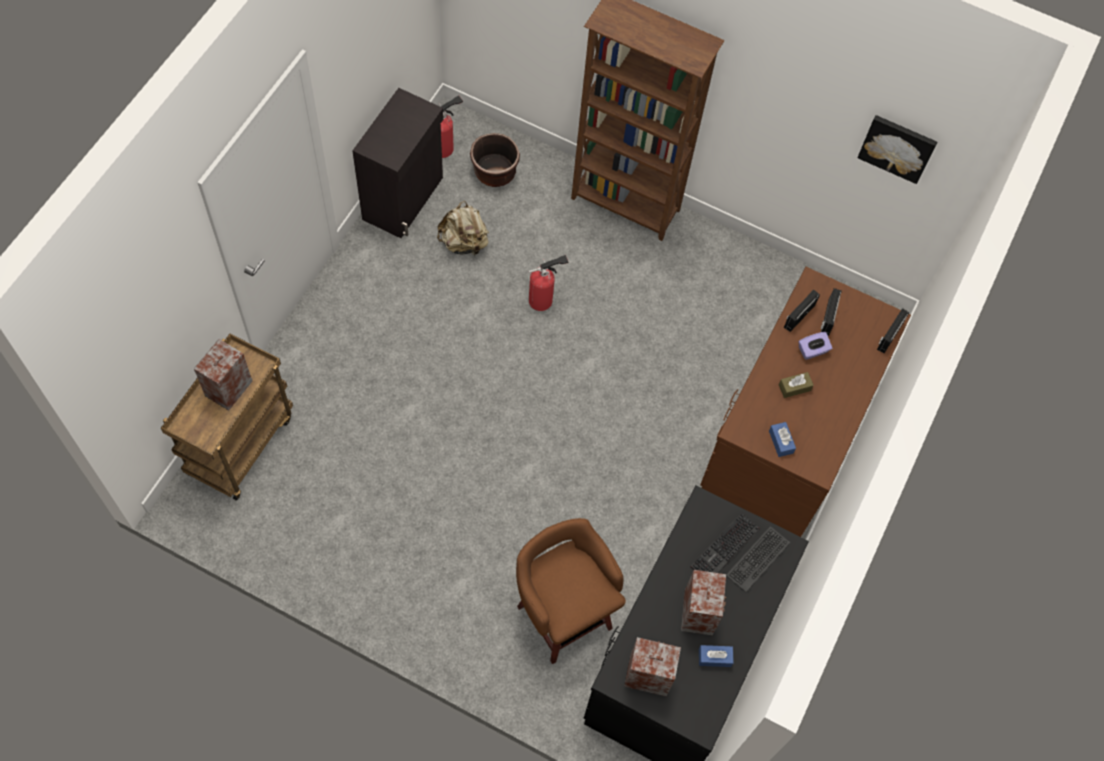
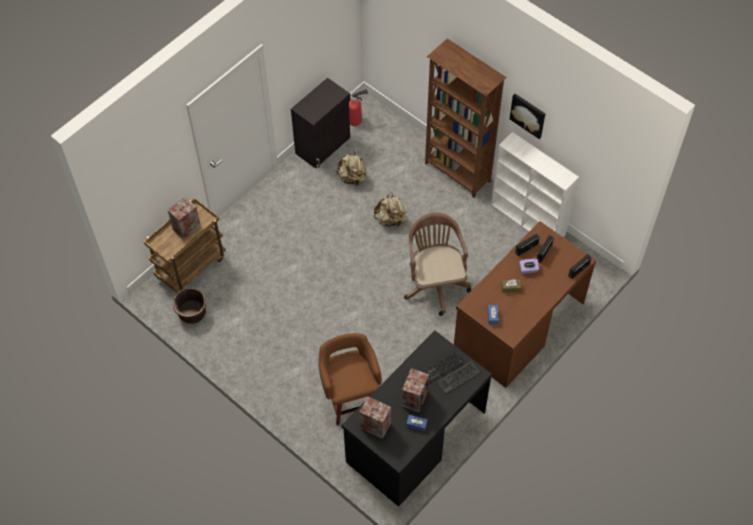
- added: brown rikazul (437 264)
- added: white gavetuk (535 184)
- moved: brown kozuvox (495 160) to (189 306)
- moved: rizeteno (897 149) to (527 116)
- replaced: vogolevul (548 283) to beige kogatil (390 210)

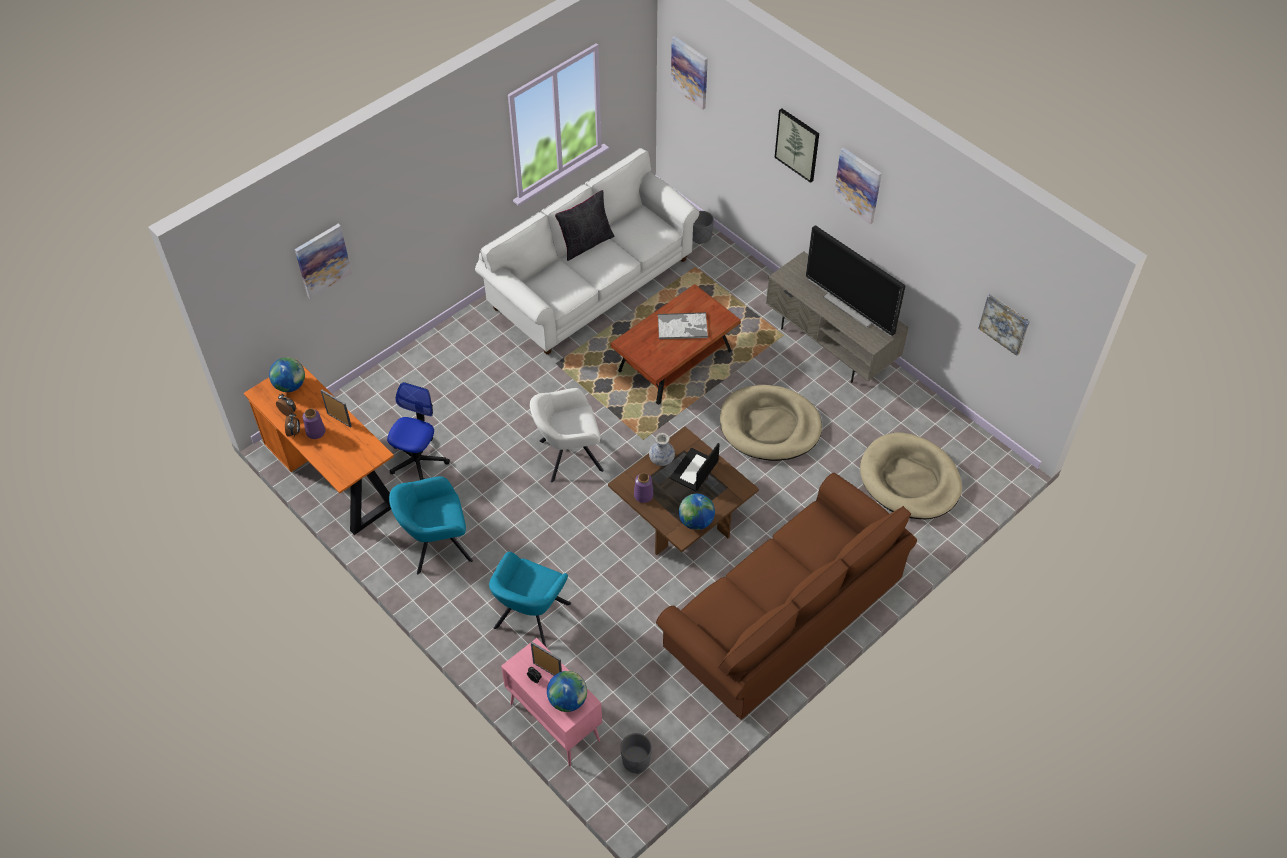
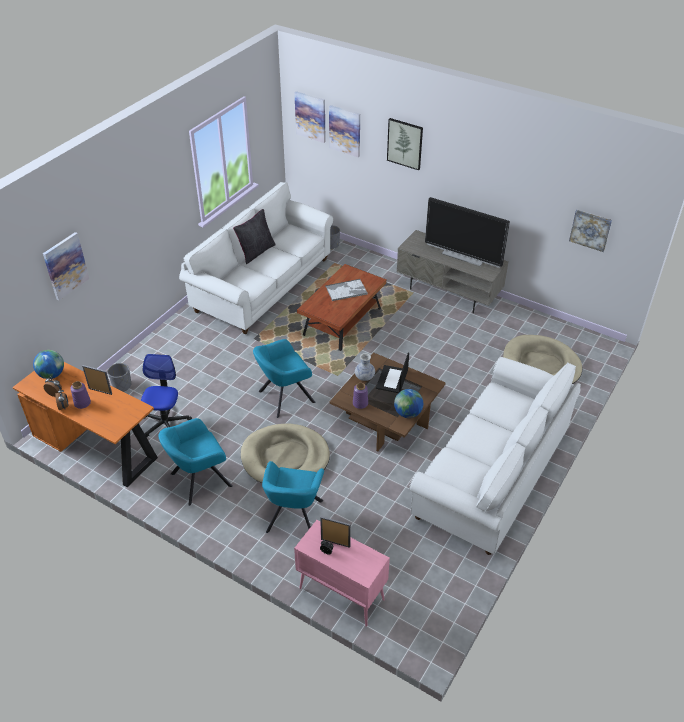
- removed: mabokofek (567 691)
- moved: grey kozuvox (636 753) to (119 377)
- moved: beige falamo (771 423) to (285 453)
- moved: rizeteno (857 185) to (344 131)
- recoloured: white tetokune (567 435) to turquoise tetokune (284 378)
- recoloured: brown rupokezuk (786 596) to white rupokezuk (495 456)

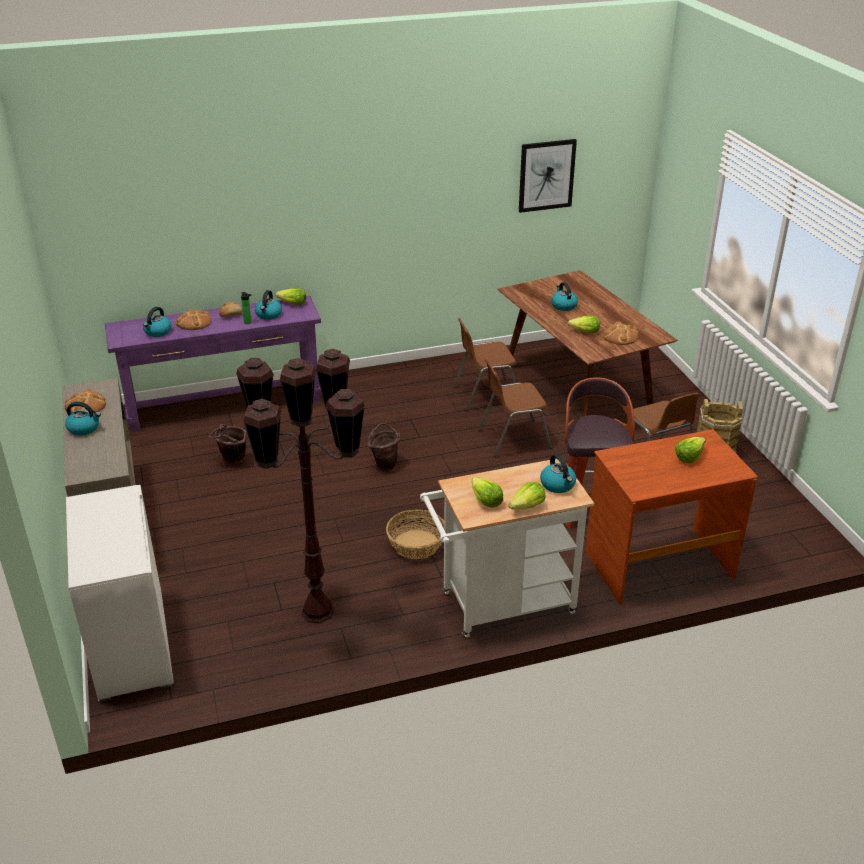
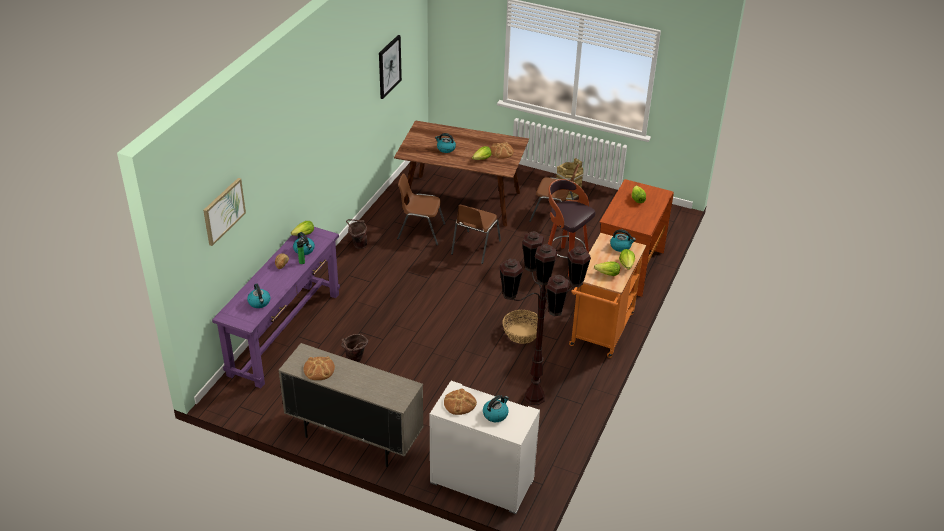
- added: rizeteno (224 212)
- moved: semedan (83 419) to (496 408)
- moved: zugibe (193 319) to (460 401)
- moved: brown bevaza (384 447) to (356 234)
- recoloured: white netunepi (507 548) to orange netunepi (607 295)
- turned: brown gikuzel (484 364) = (421 209) 75 degrees clockwise

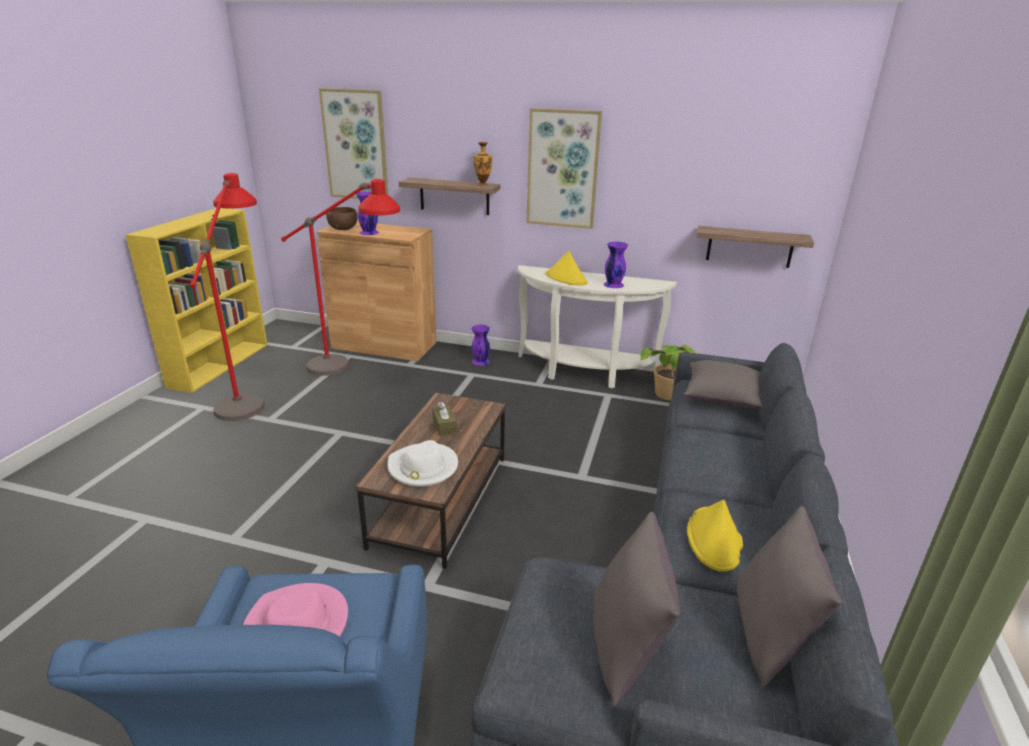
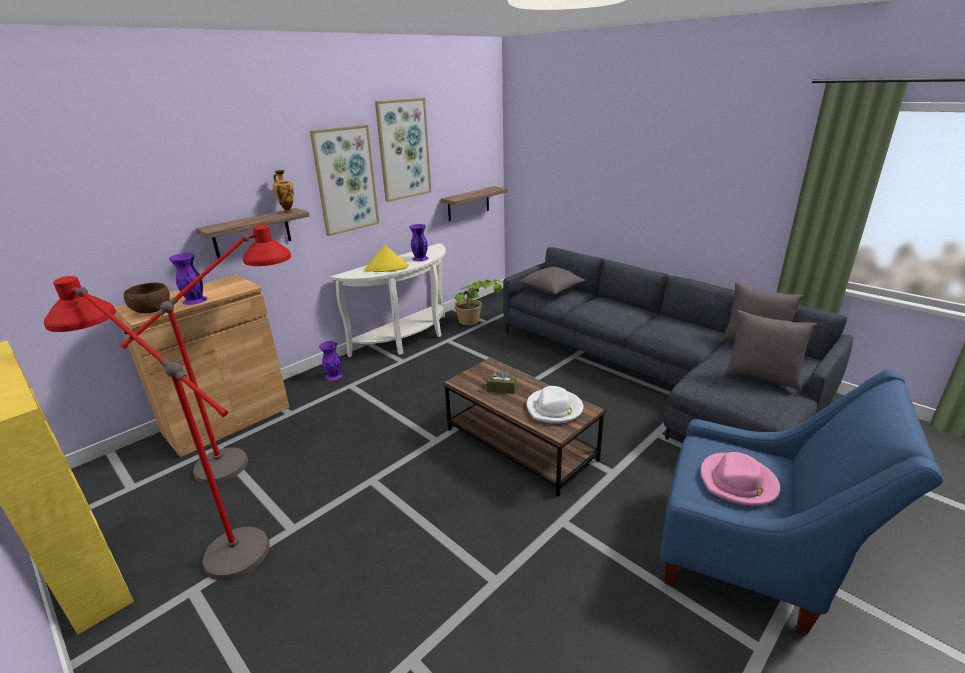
- removed: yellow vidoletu (715 535)
- moved: rizeteno (353 143) to (403 150)

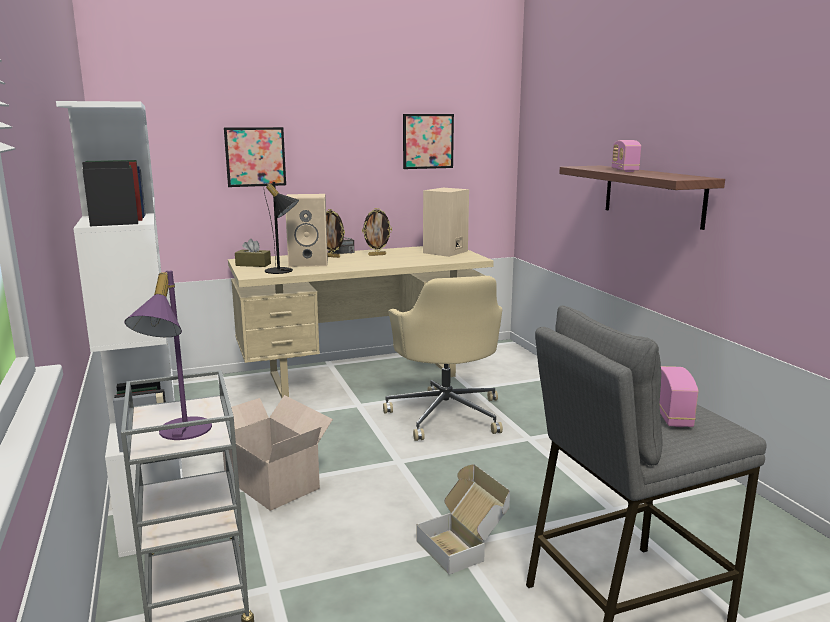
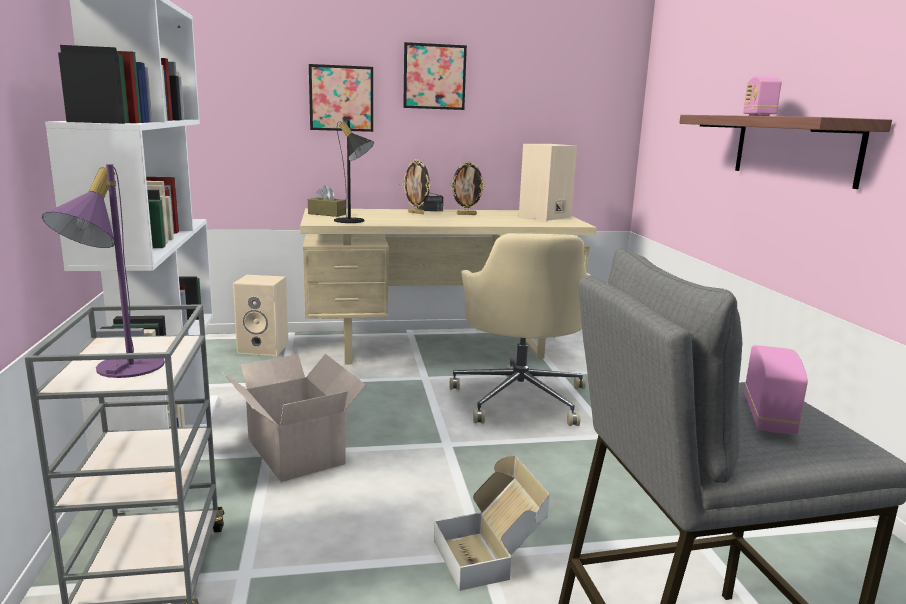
- moved: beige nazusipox (307 230) to (260 315)
- moved: rizeteno (428 141) to (435 76)

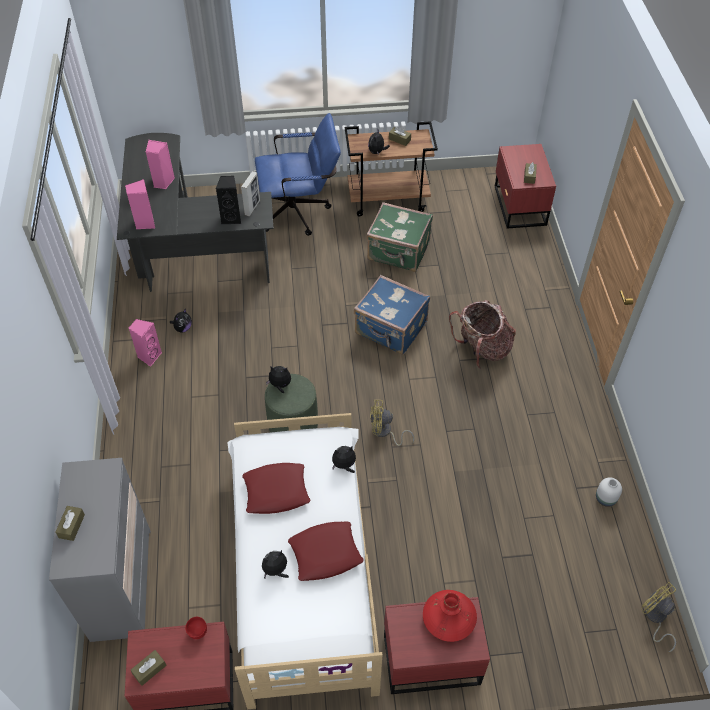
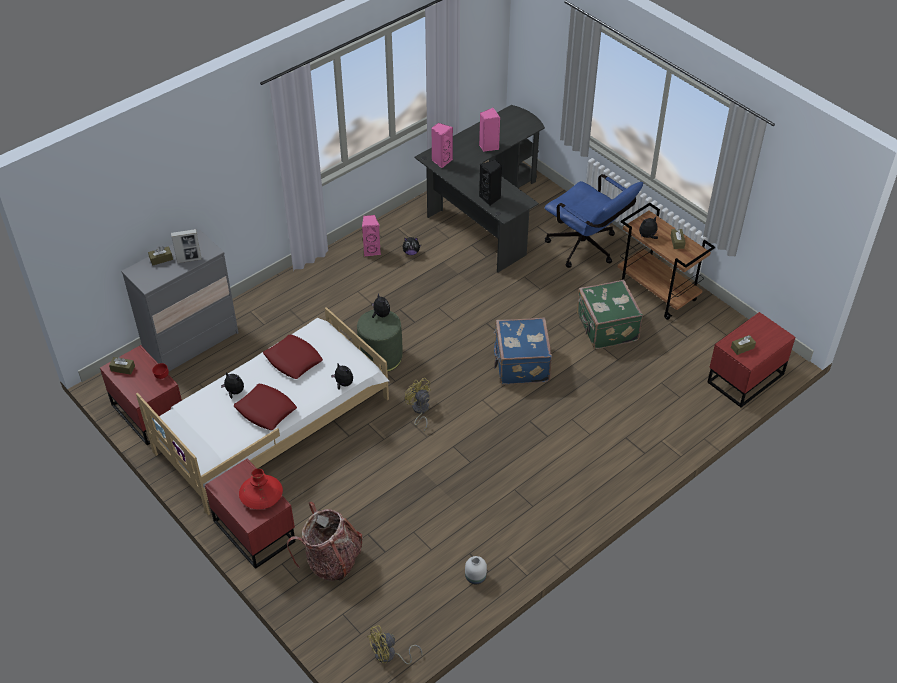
- moved: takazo (250 193) to (186 246)
- moved: kogatil (482 334) to (325 541)
- turned: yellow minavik (658 617) = (394 644) 135 degrees counterclockwise

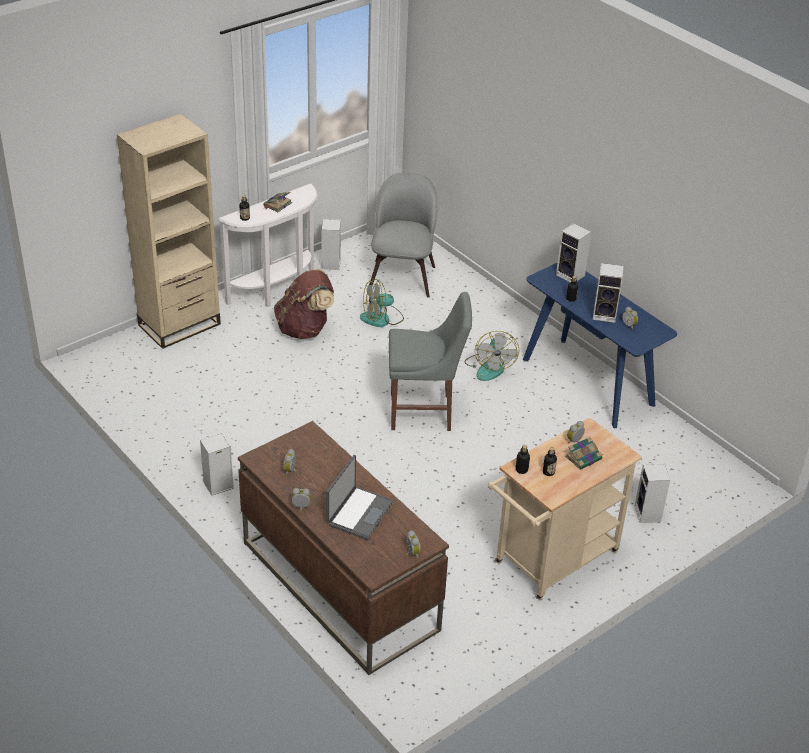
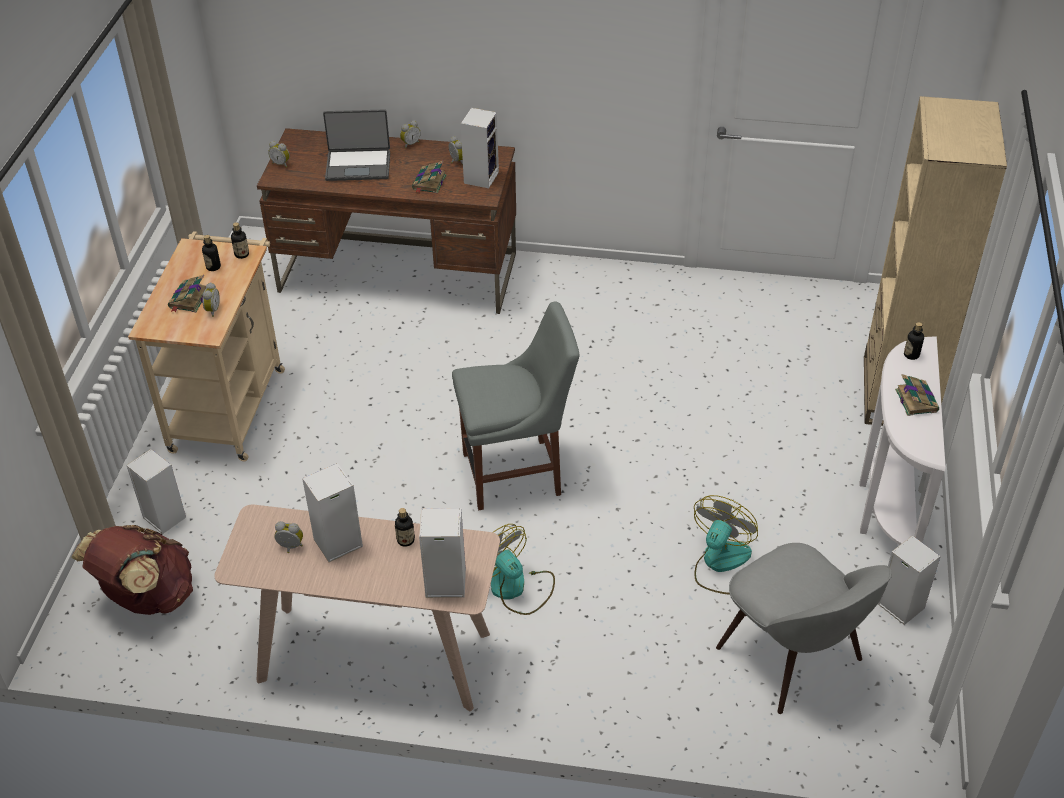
- added: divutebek (429 177)
- moved: nazusipox (217 464) to (480 148)
- moved: brown kogatil (304 304) to (132 570)
- recoloured: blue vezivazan (600 345) to beige vezivazan (357 608)
- turned: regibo (360 497) = (356 145) 75 degrees counterclockwise
- turned: grey gikuzel (430 361) = (516 406) 150 degrees counterclockwise

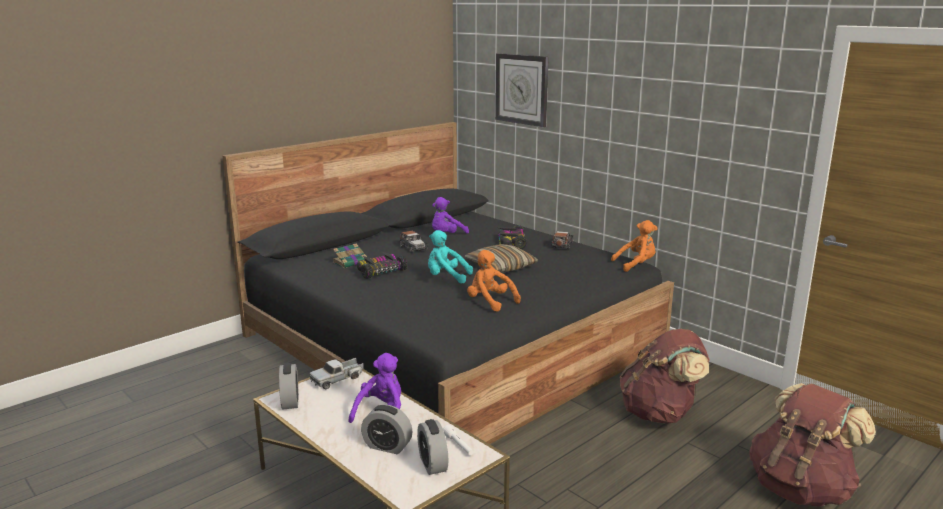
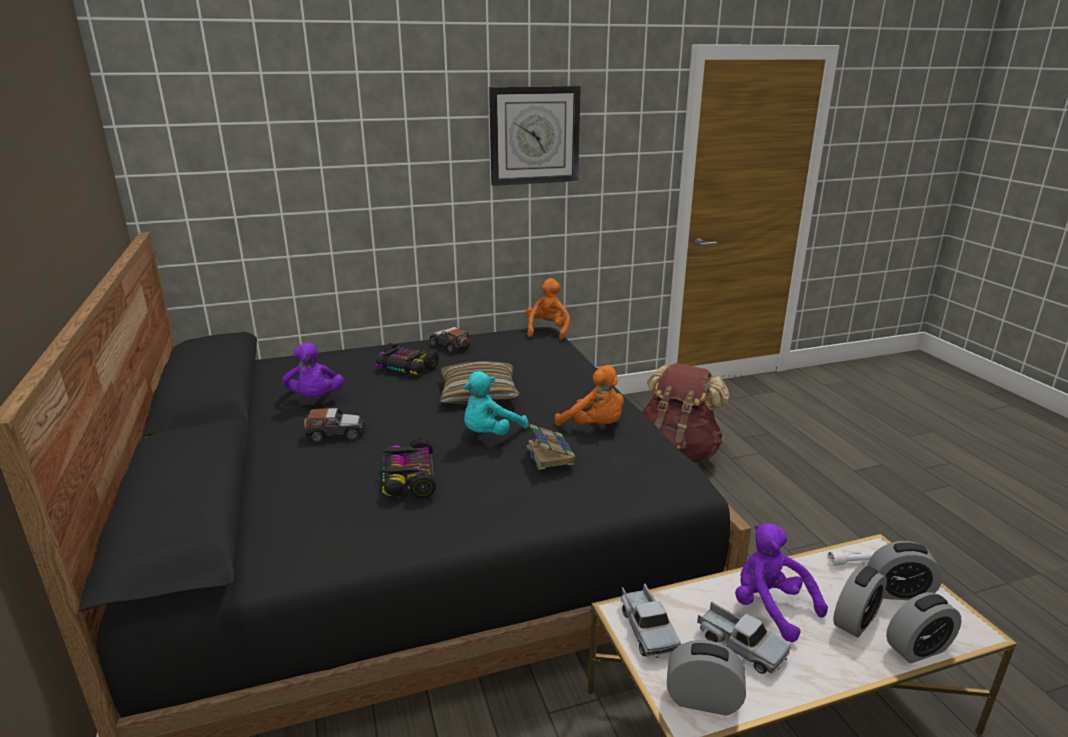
- removed: brown kogatil (812 445)
- added: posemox (744 638)
- added: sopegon (924 627)
- moved: divutebek (350 256) to (552 447)
- moved: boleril (522 90) to (535 136)
- turned: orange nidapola (494 281) = (589 395) 120 degrees counterclockwise

